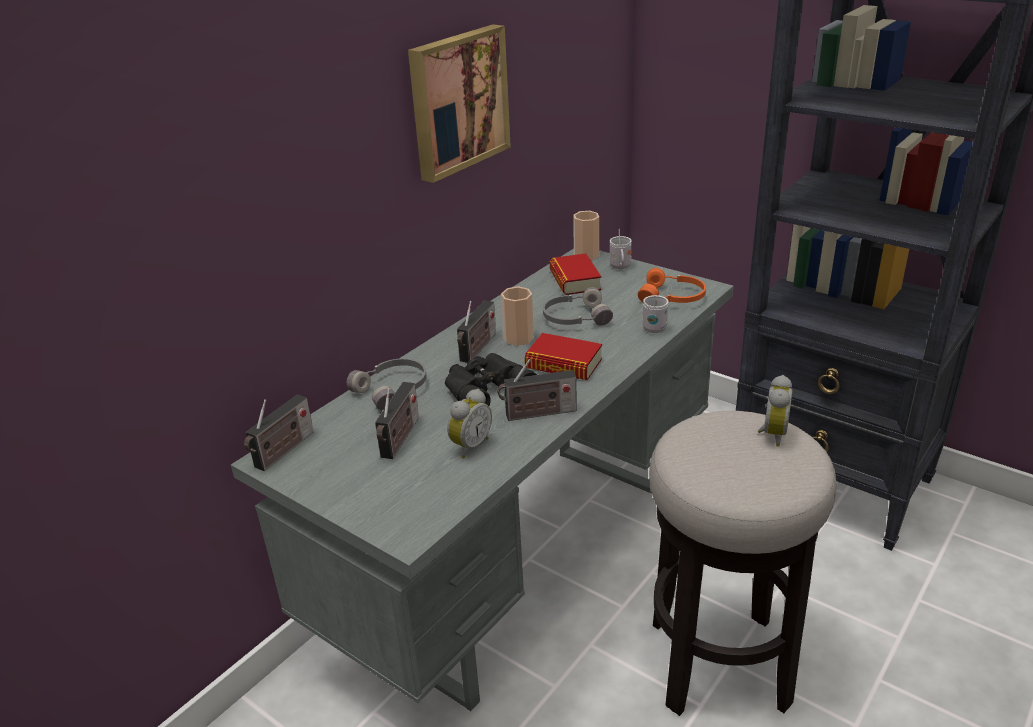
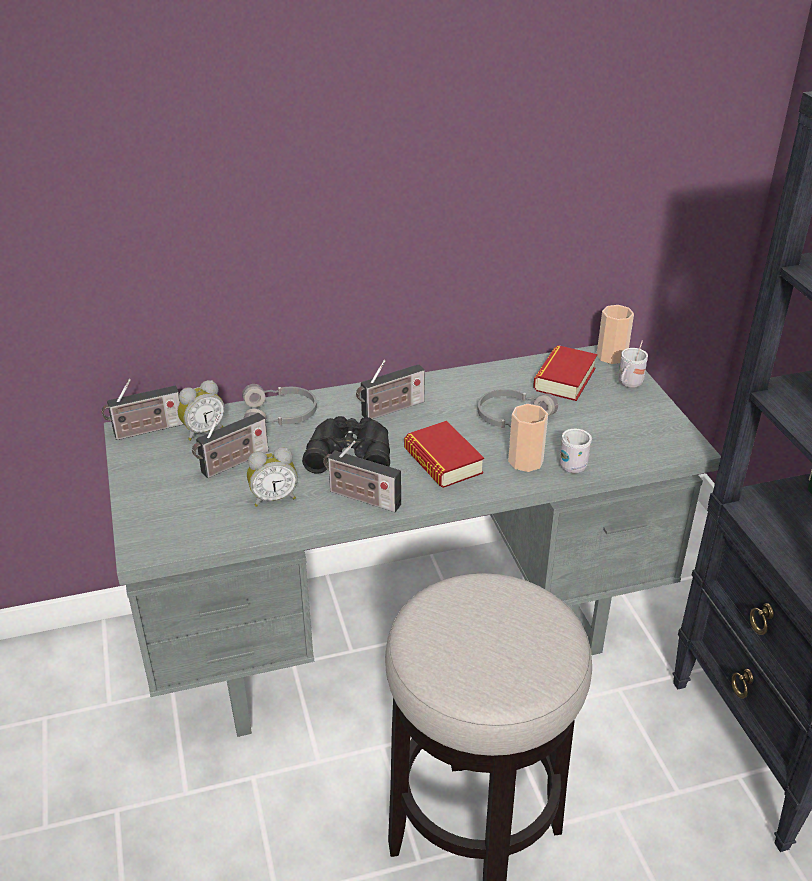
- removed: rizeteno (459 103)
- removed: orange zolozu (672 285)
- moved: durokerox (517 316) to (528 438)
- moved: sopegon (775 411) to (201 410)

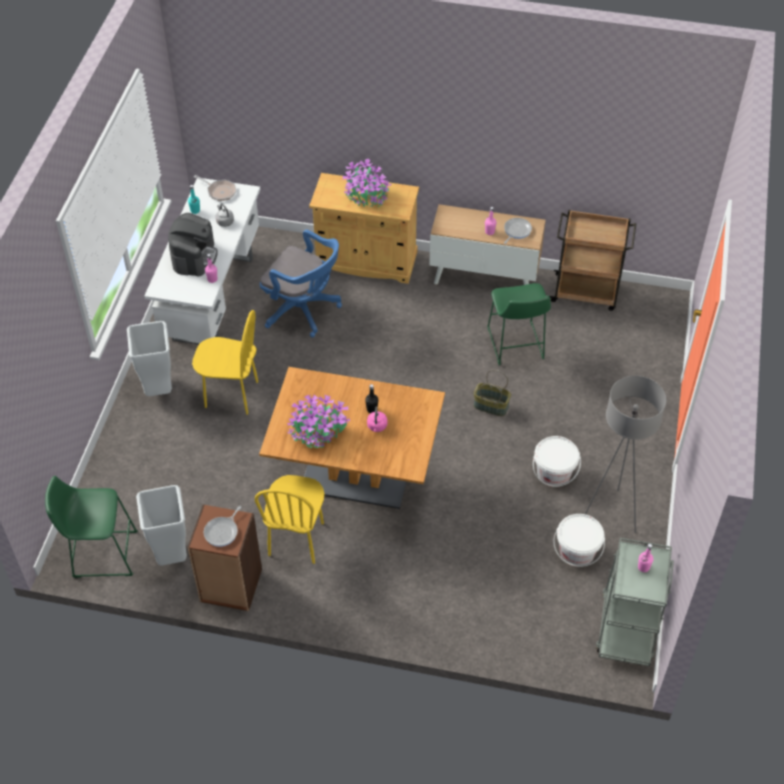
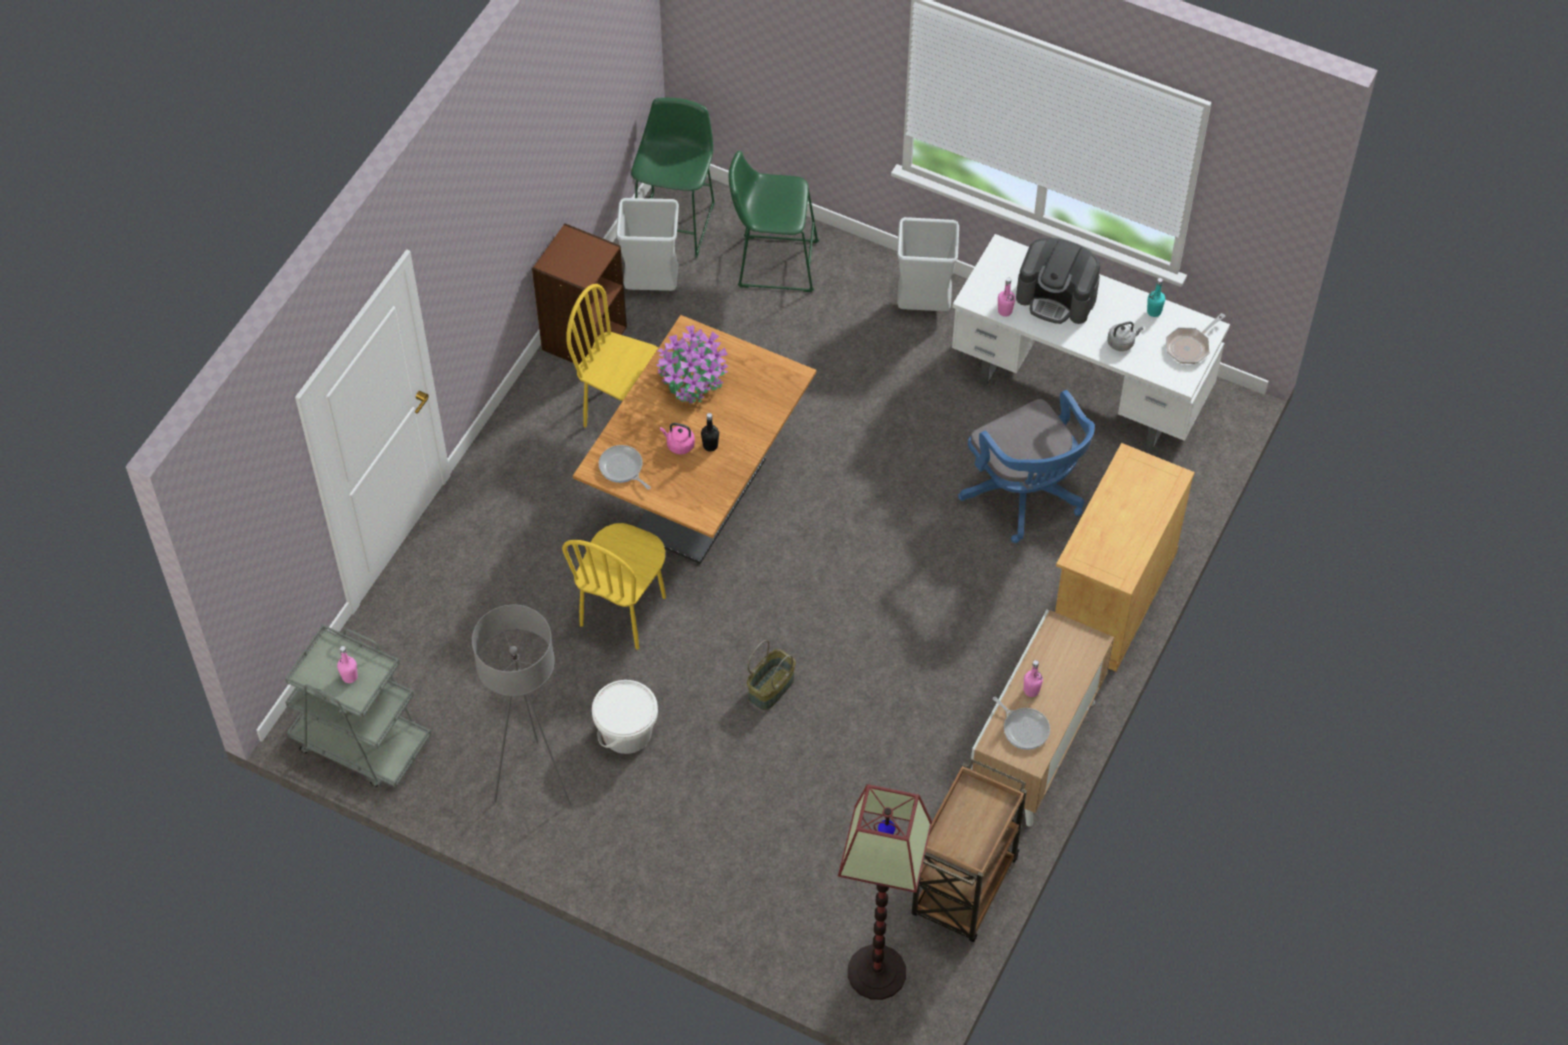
- removed: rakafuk (367 183)
- removed: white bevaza (579 540)
- added: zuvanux (885 892)
- moved: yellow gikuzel (225 362) to (614 586)
- moved: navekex (222 526) to (625 467)
- moved: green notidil (519 324) to (774 221)
- turned: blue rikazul (301 283) = (1026 466) 75 degrees counterclockwise

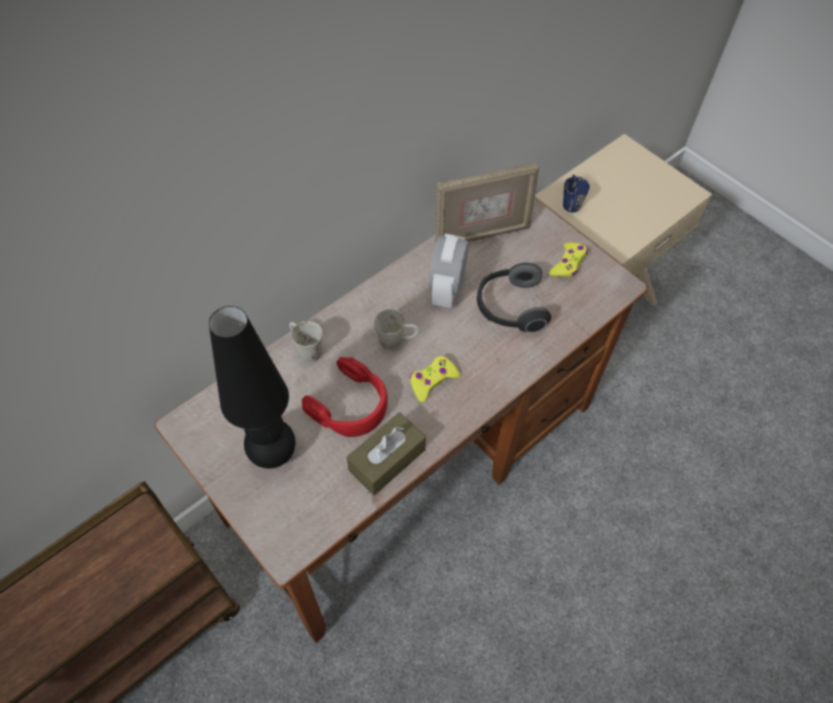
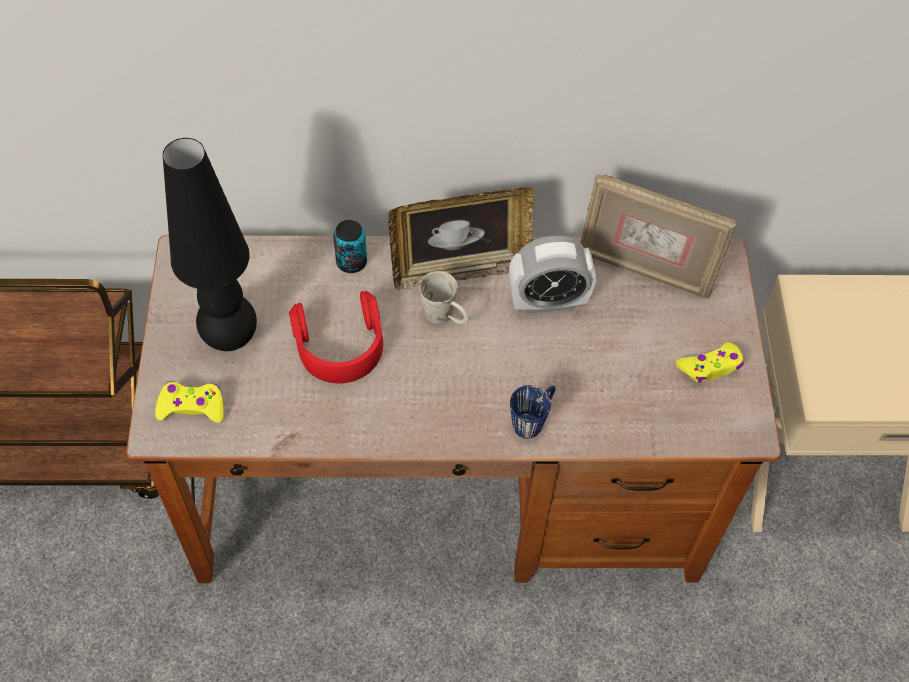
- removed: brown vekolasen (386 453)
- removed: zolozu (514 297)
- added: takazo (461 238)
- moved: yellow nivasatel (435 378) to (189 402)
- moved: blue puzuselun (576 193) to (532 412)
- replaced: white puzuselun (306 341) to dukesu (350 246)
- turned: sopegon (449 271) = (552 275) 150 degrees counterclockwise

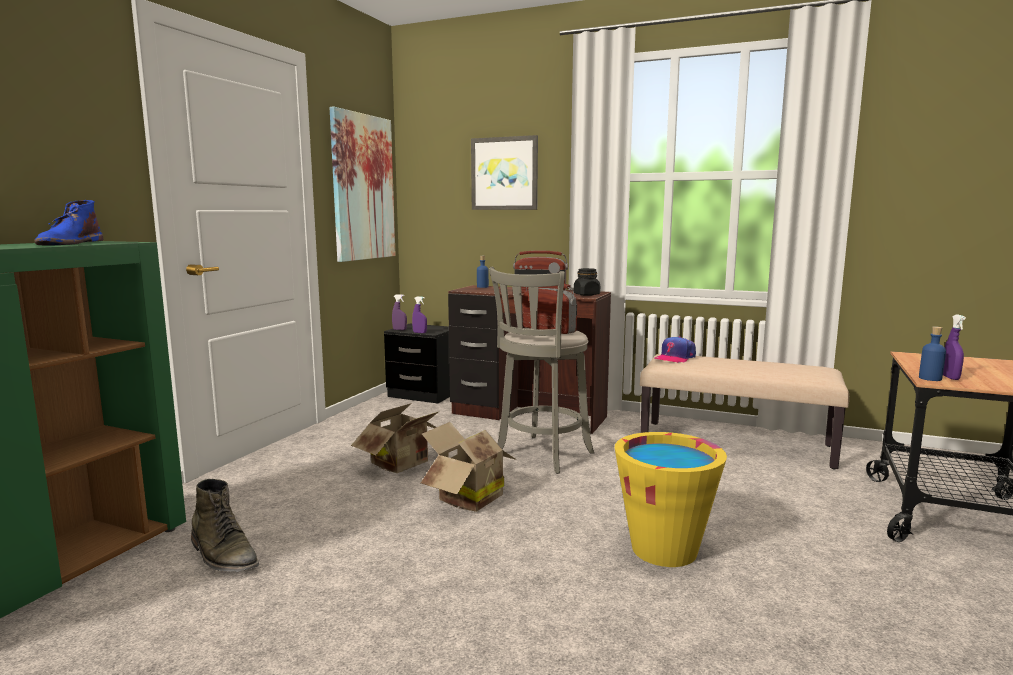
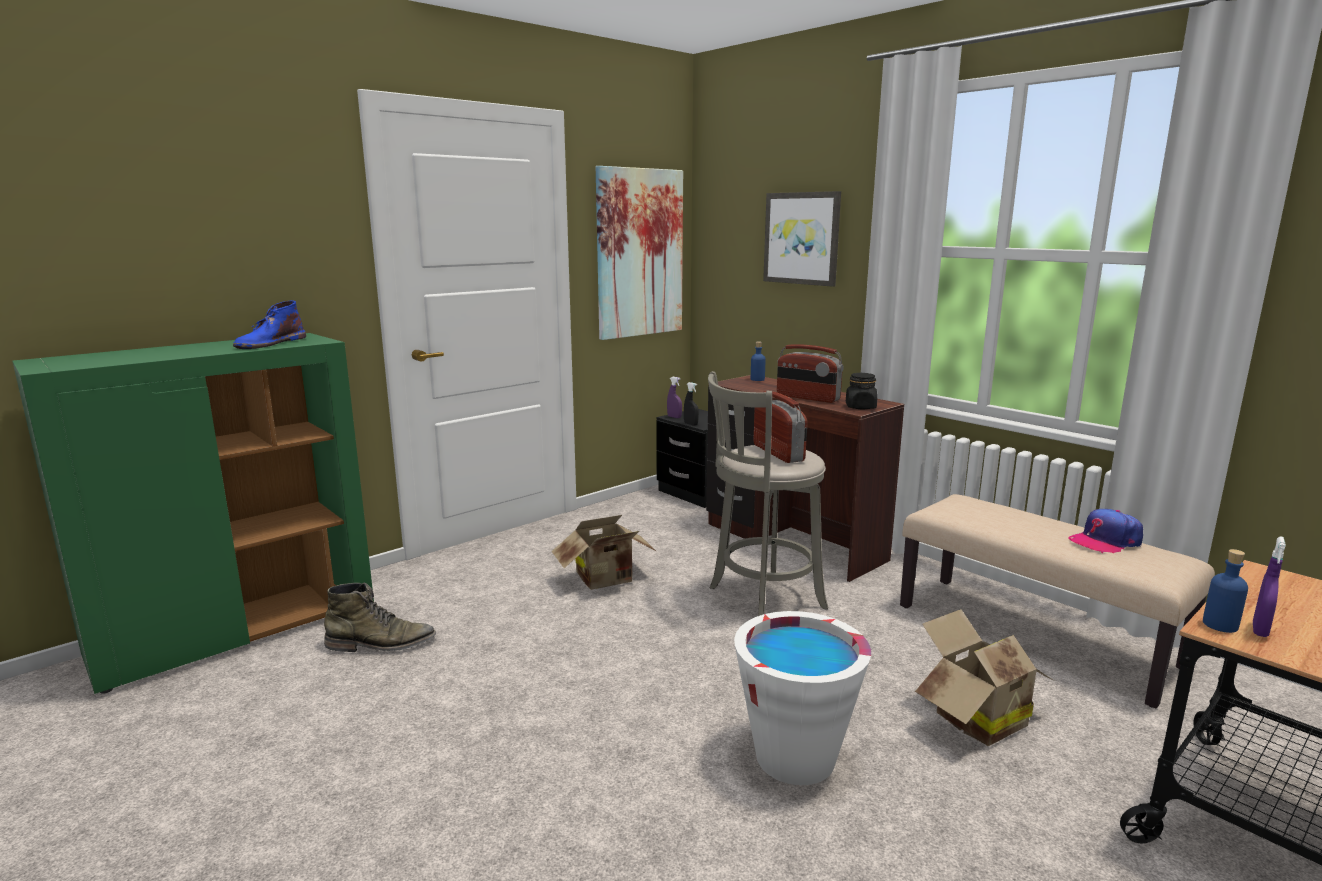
- moved: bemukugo (469 467) to (984 677)
- moved: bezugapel (675 349) to (1105 531)
- recoloured: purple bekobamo (419 314) to black bekobamo (691 403)
- recoloured: yellow bevaza (671 499) to white bevaza (802 698)
- turned: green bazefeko (225 525) = (380 617) 75 degrees counterclockwise

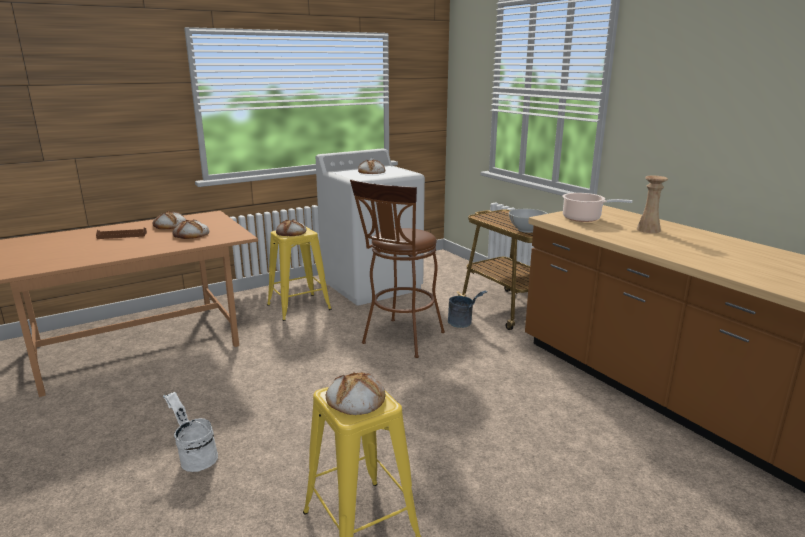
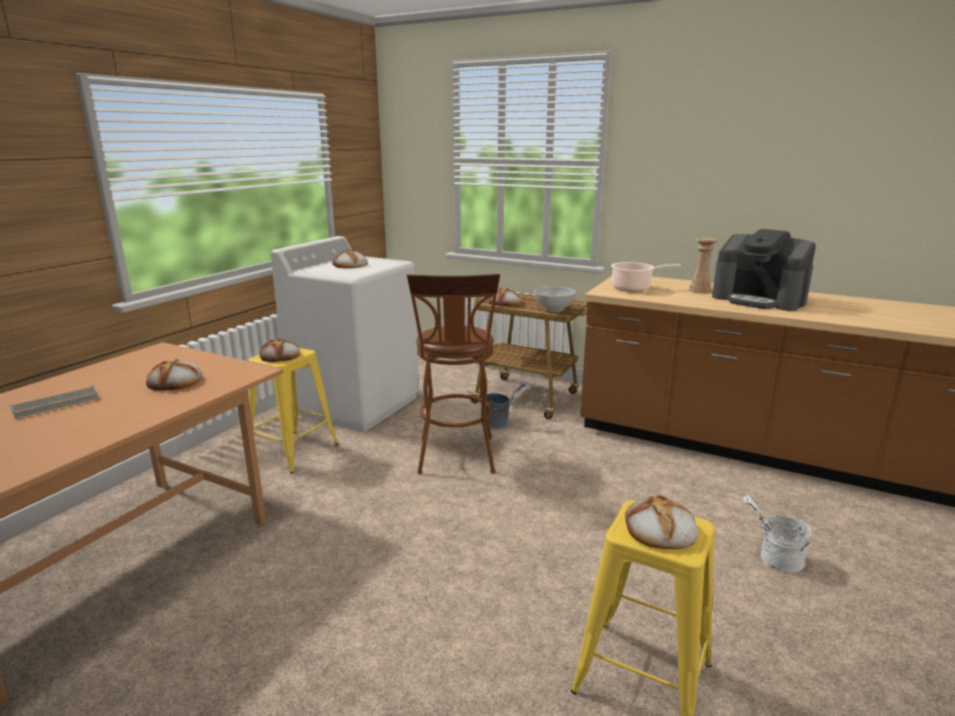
- added: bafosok (764 270)
- moved: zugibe (169 220) to (505 297)
- moved: white bevaza (190 432) to (777 534)
- recoloured: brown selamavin (121 233) to grey selamavin (54 402)

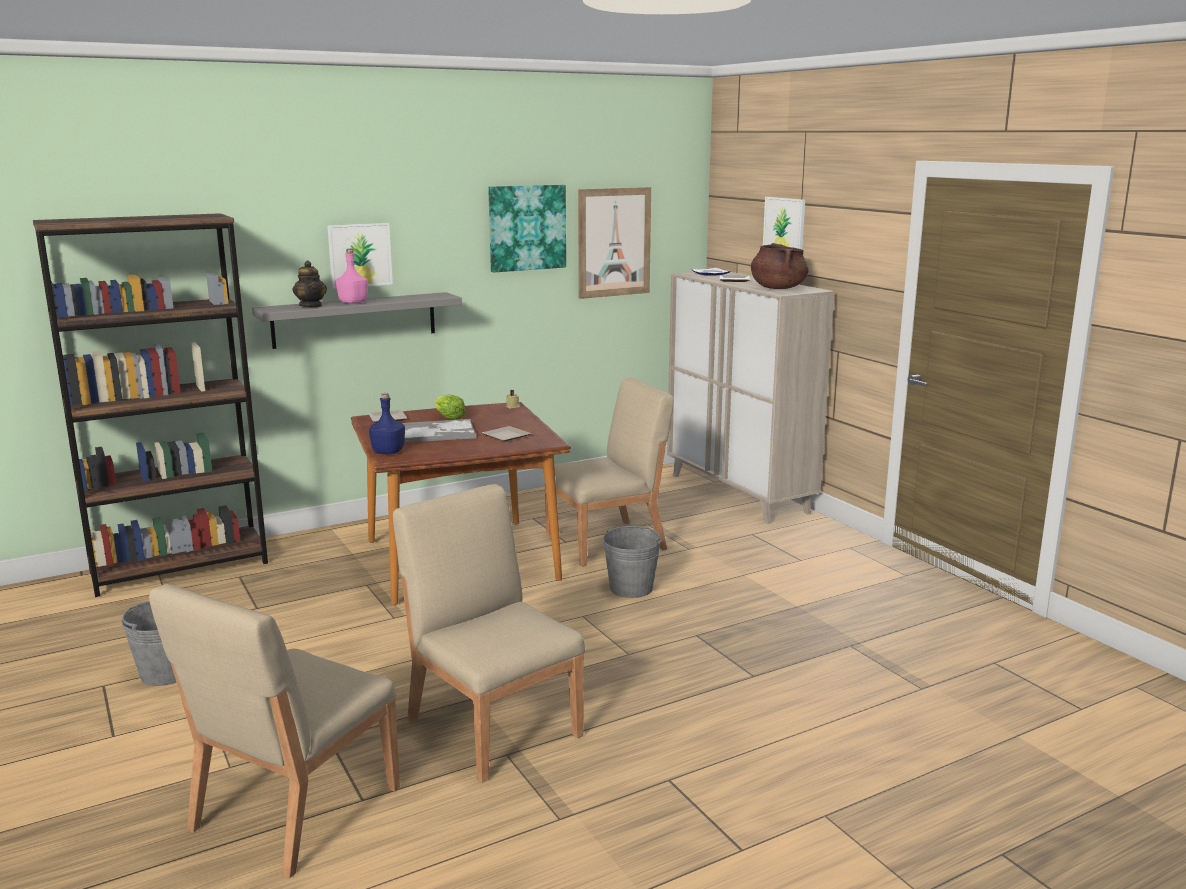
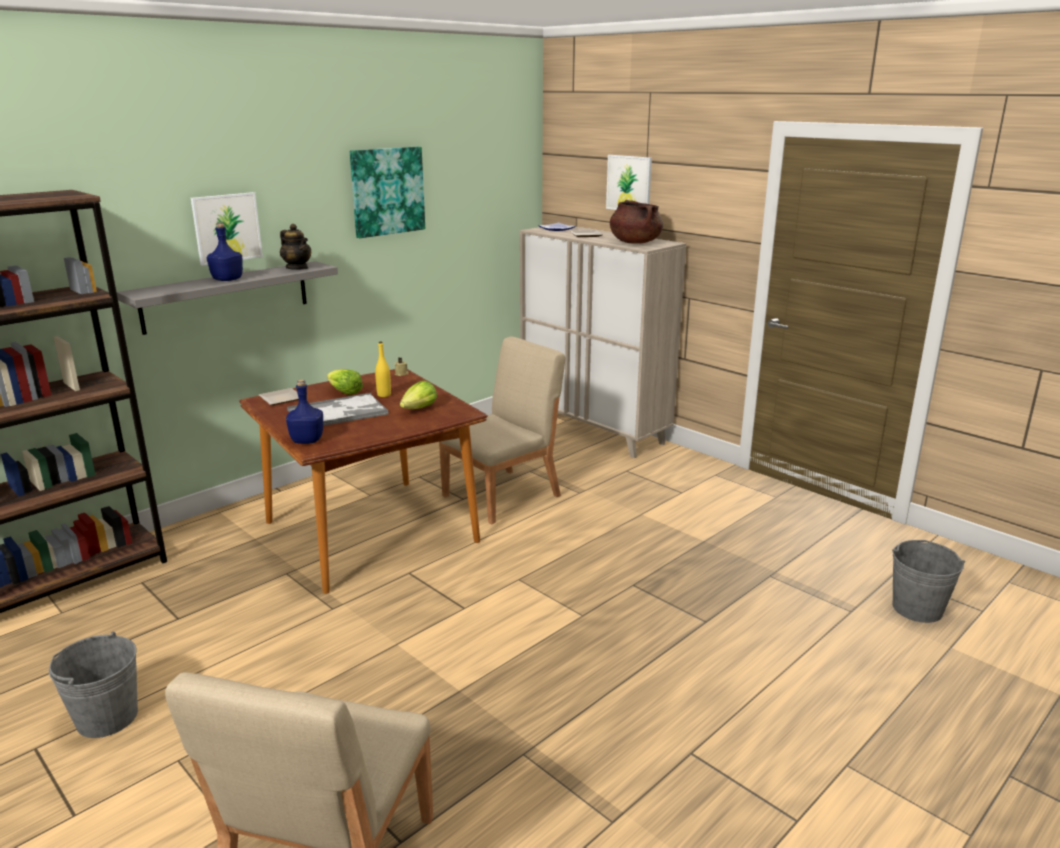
- removed: beige gikuzel (489 633)
- removed: rizeteno (614 243)
- added: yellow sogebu (383 369)
- moved: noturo (310 284) to (295 247)
- moved: grey bevaza (632 562) to (928 581)
- replaced: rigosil (506 433) to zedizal (418 395)
- recoloured: pink sogebu (351 276) to blue sogebu (225 251)

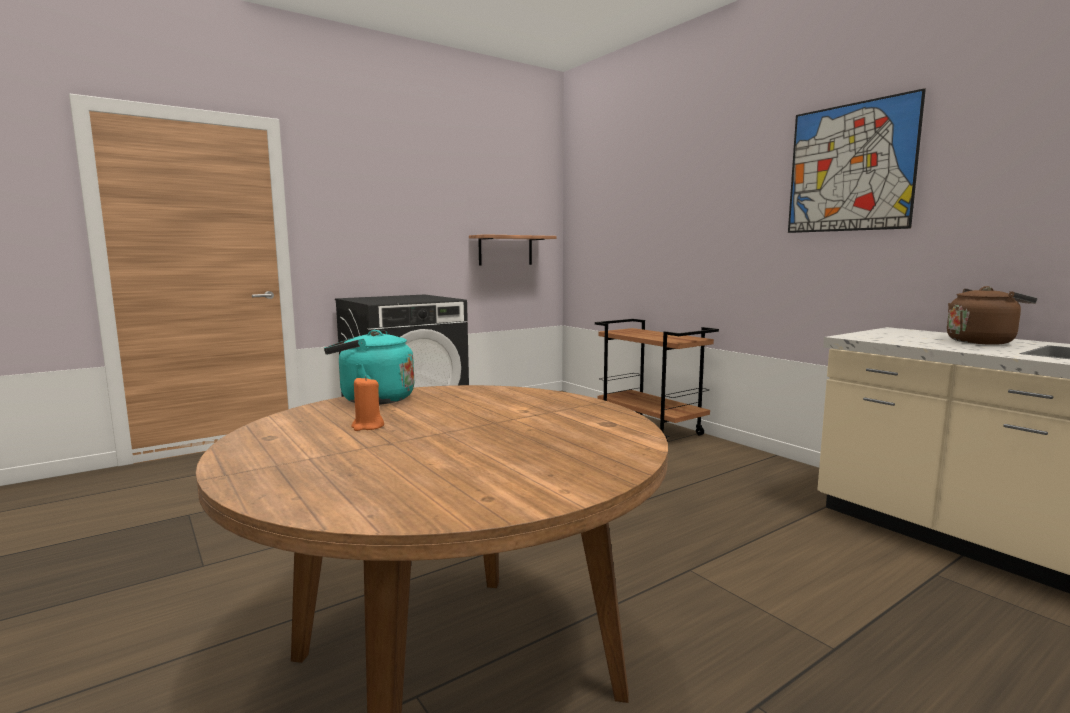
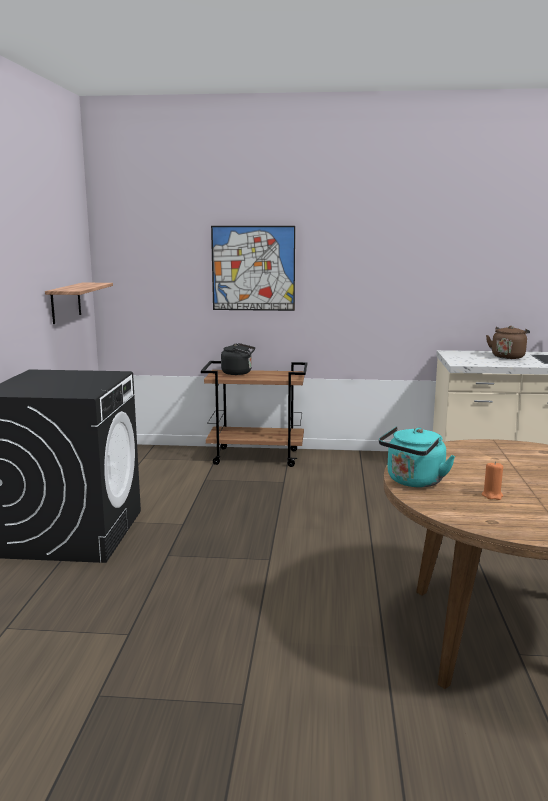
- added: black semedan (238 359)
- moved: rizeteno (857 160) to (253 268)

